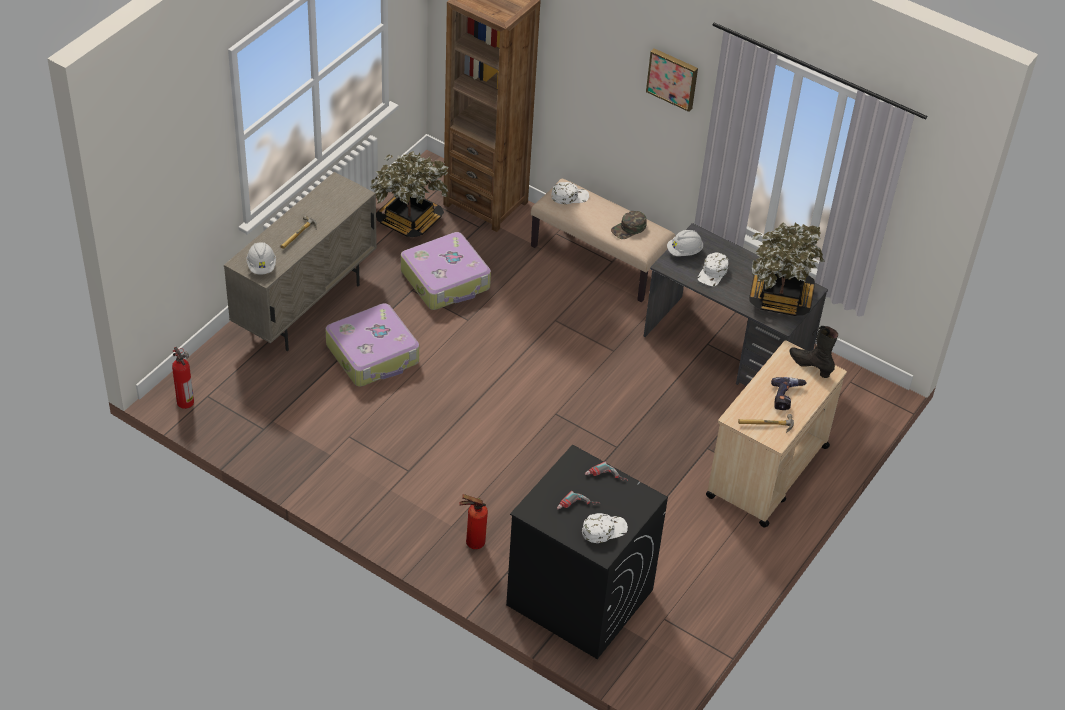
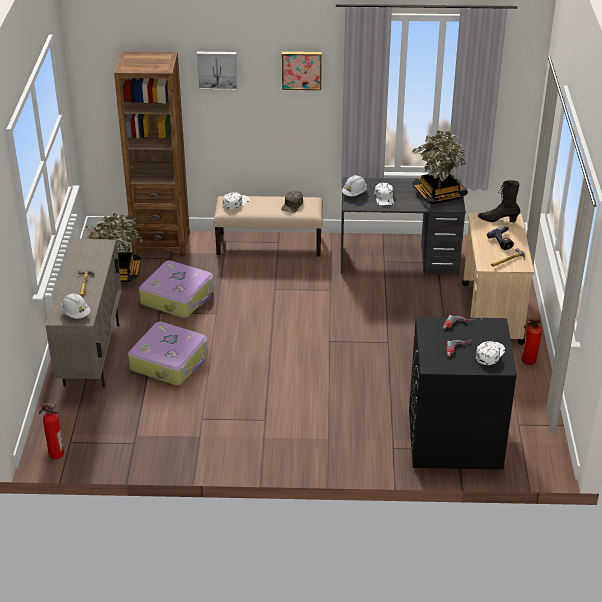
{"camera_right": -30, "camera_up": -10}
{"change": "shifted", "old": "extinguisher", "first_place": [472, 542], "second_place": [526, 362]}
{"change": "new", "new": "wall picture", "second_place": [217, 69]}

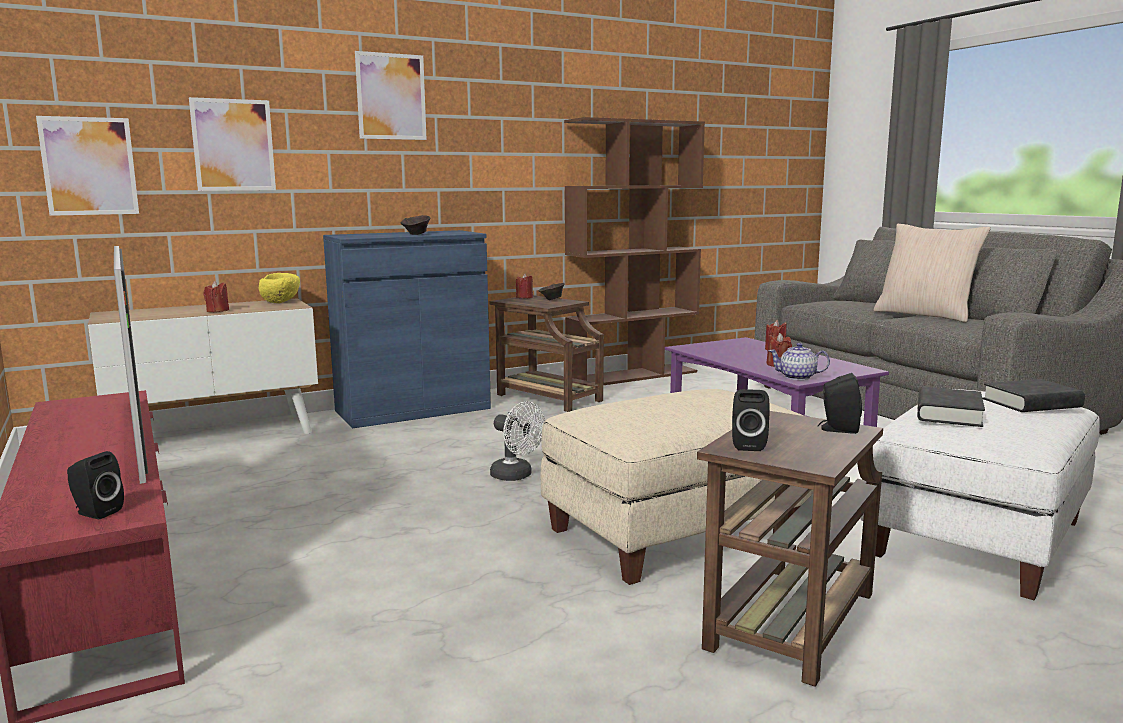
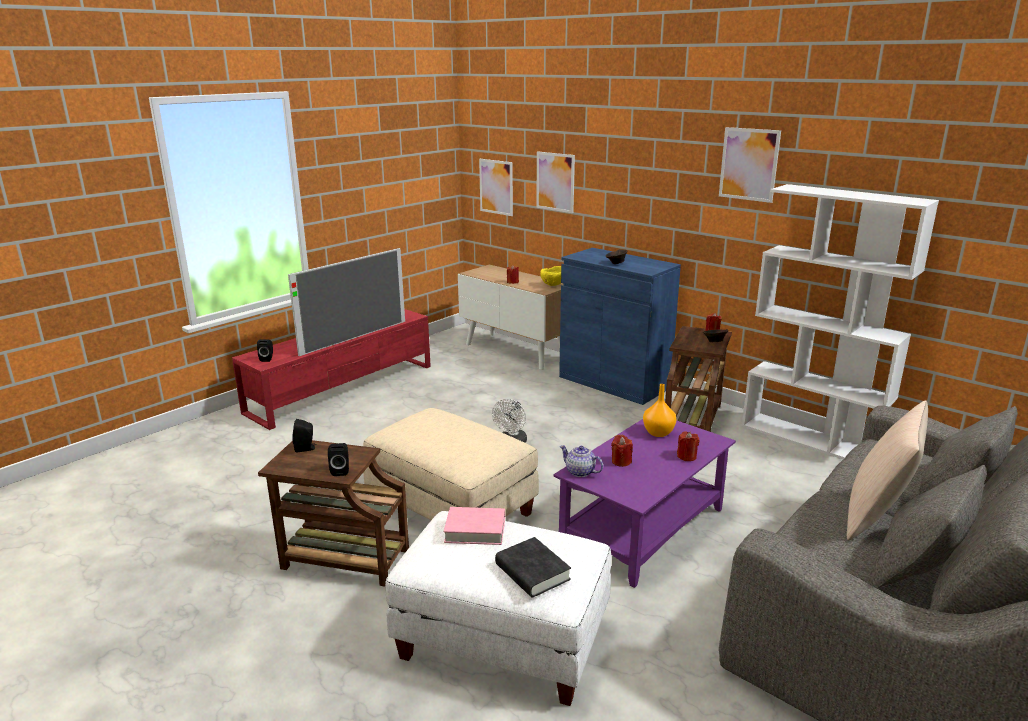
{"camera_right": 70, "camera_up": 10}
{"change": "shifted", "old": "wall picture", "first_place": [391, 96], "second_place": [749, 164]}
{"change": "repainted", "old": "brown shelving unit", "new": "white-coloured shelving unit", "first_place": [632, 375], "second_place": [812, 439]}
{"change": "rotated", "old": "teapot", "first_place": [798, 377], "second_place": [580, 472], "degrees": -45}
{"change": "repainted", "old": "black-coloured bound book", "new": "pink-coloured bound book", "first_place": [948, 414], "second_place": [475, 530]}
{"change": "new", "new": "orange flower vase", "second_place": [659, 433]}

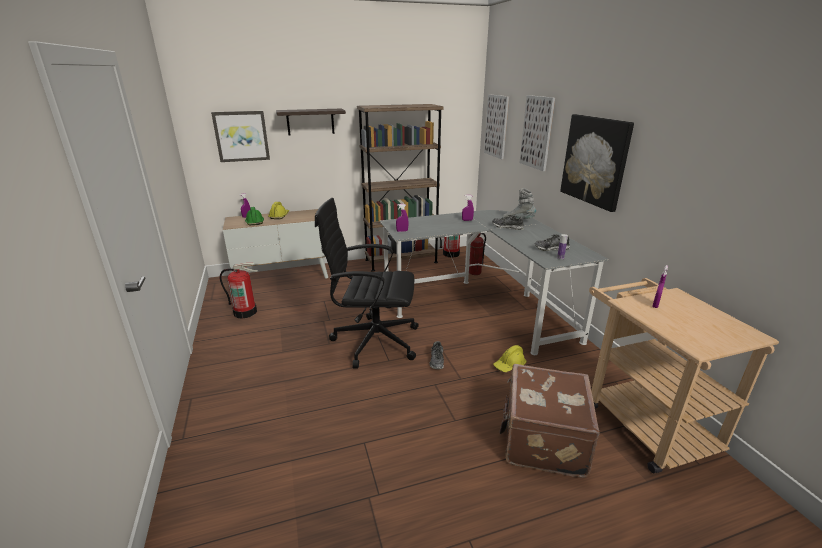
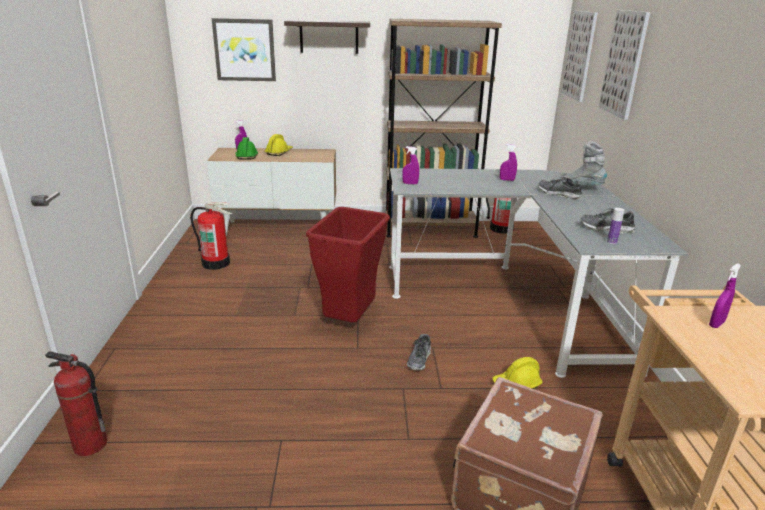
{"camera_right": 15, "camera_up": 0}
{"change": "swapped", "old": "black-coloured office chair", "new": "red waste bin", "first_place": [373, 341], "second_place": [349, 321]}
{"change": "shifted", "old": "extinguisher", "first_place": [474, 272], "second_place": [89, 445]}
{"change": "gone", "old": "wall picture", "first_place": [595, 161]}

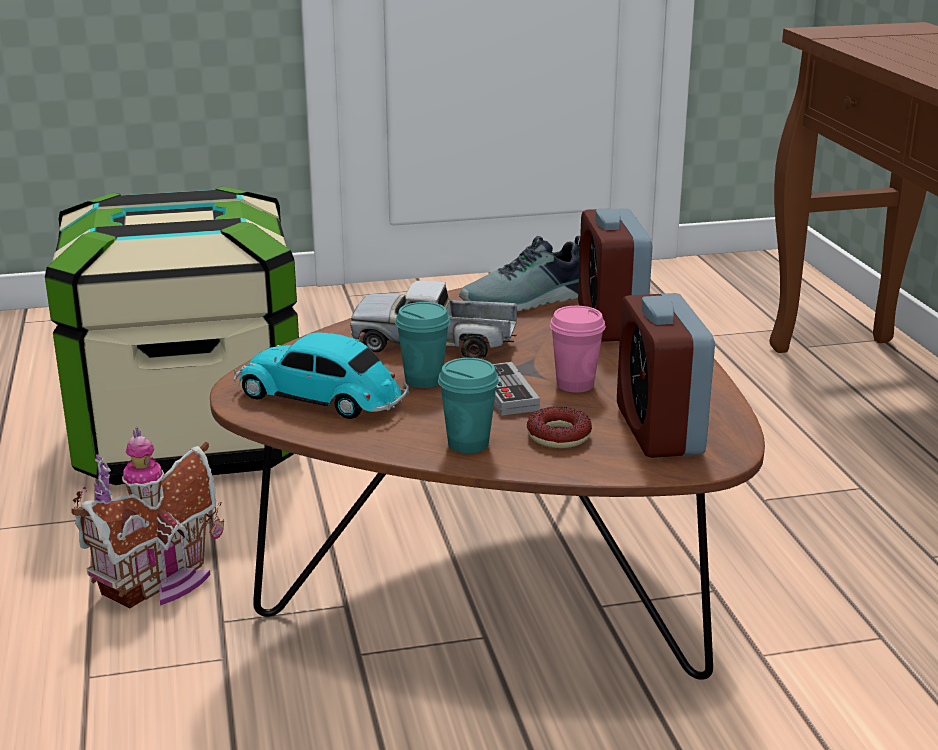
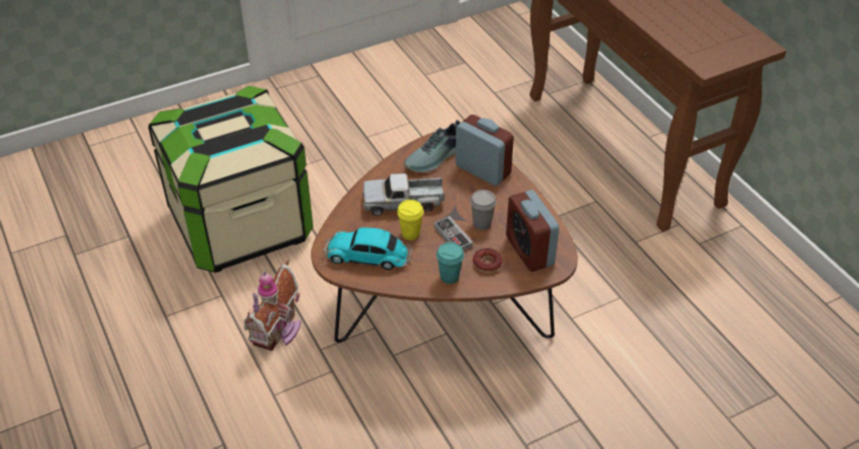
{"camera_right": -15, "camera_up": 20}
{"change": "repainted", "old": "blue-green cup", "new": "yellow cup", "first_place": [423, 380], "second_place": [410, 234]}
{"change": "repainted", "old": "pink-coloured cup", "new": "grey cup", "first_place": [575, 385], "second_place": [482, 223]}
{"change": "rotated", "old": "table clock", "first_place": [611, 323], "second_place": [483, 170], "degrees": 150}

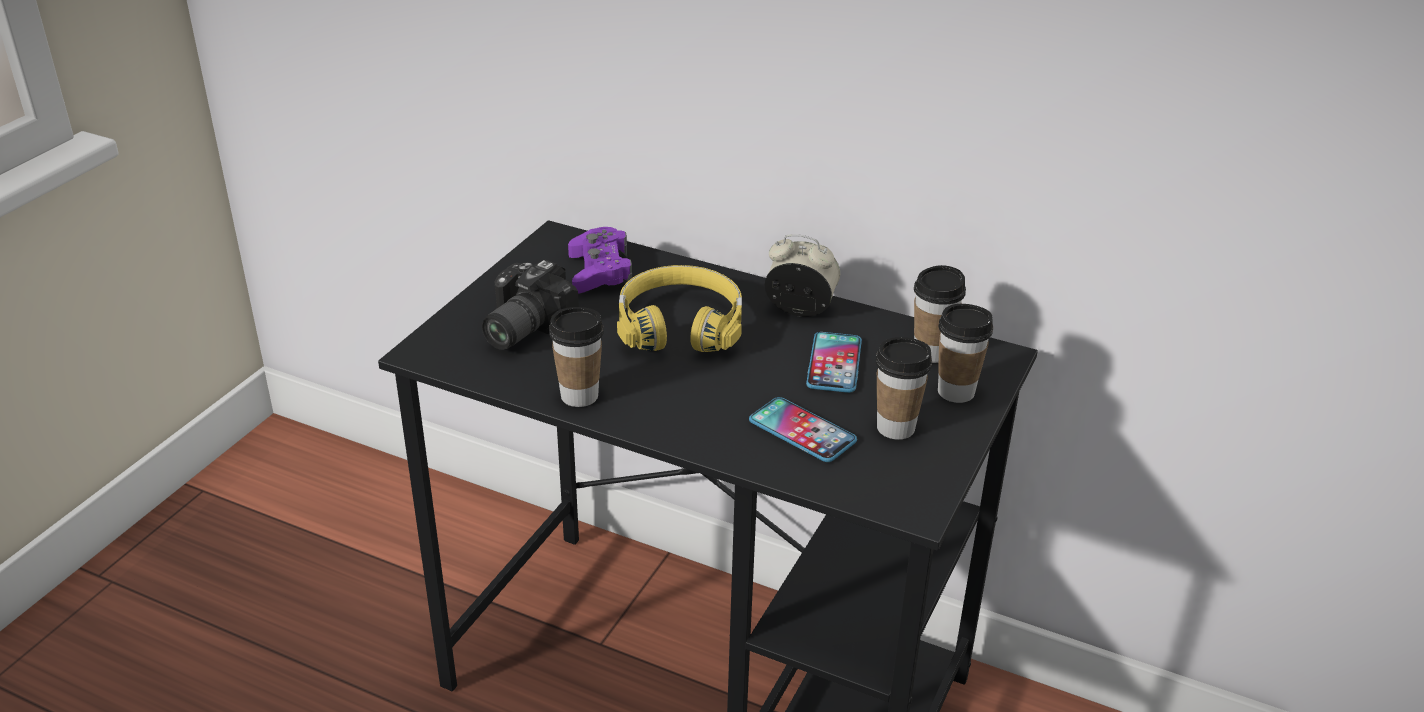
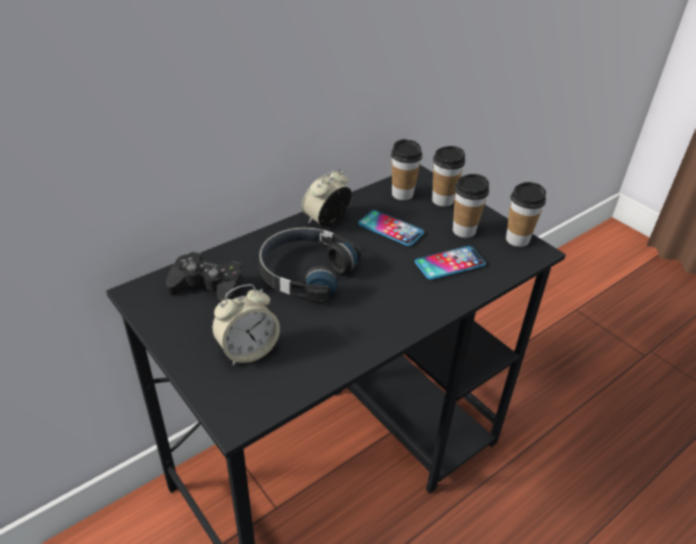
{"camera_right": -65, "camera_up": 5}
{"change": "swapped", "old": "photo camera", "new": "table clock", "first_place": [520, 328], "second_place": [247, 350]}
{"change": "shifted", "old": "cup", "first_place": [579, 396], "second_place": [517, 240]}
{"change": "repainted", "old": "purple joypad", "new": "black-coloured joypad", "first_place": [600, 272], "second_place": [207, 287]}
{"change": "repainted", "old": "yellow headset", "new": "black-coloured headset", "first_place": [680, 325], "second_place": [305, 272]}

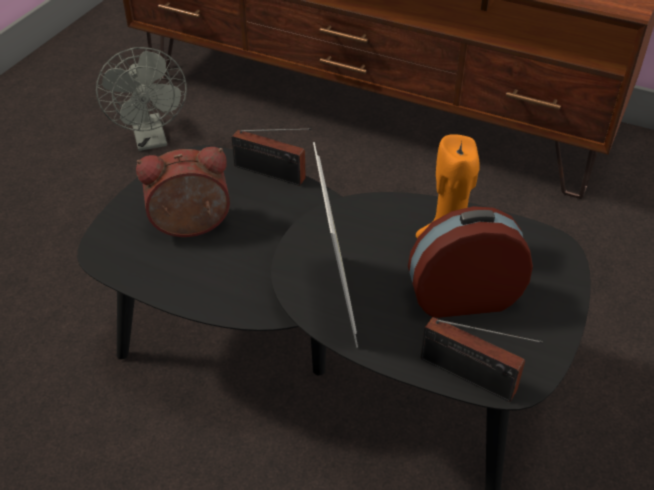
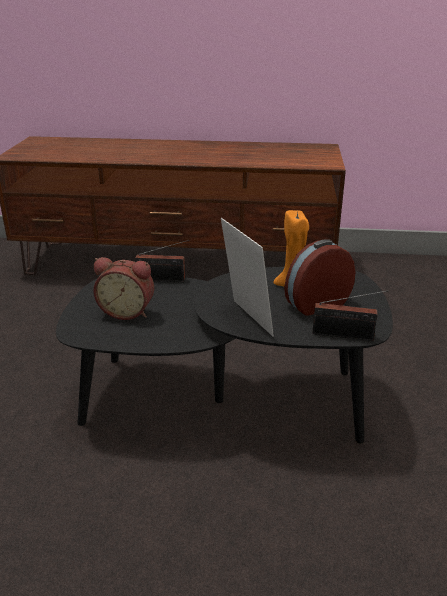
{"camera_right": -20, "camera_up": -15}
{"change": "gone", "old": "grey cooling fan", "first_place": [151, 140]}
{"change": "rotated", "old": "table clock", "first_place": [191, 227], "second_place": [127, 311], "degrees": -135}

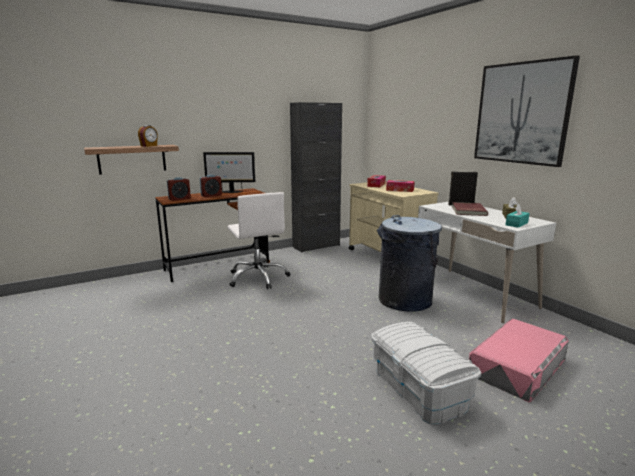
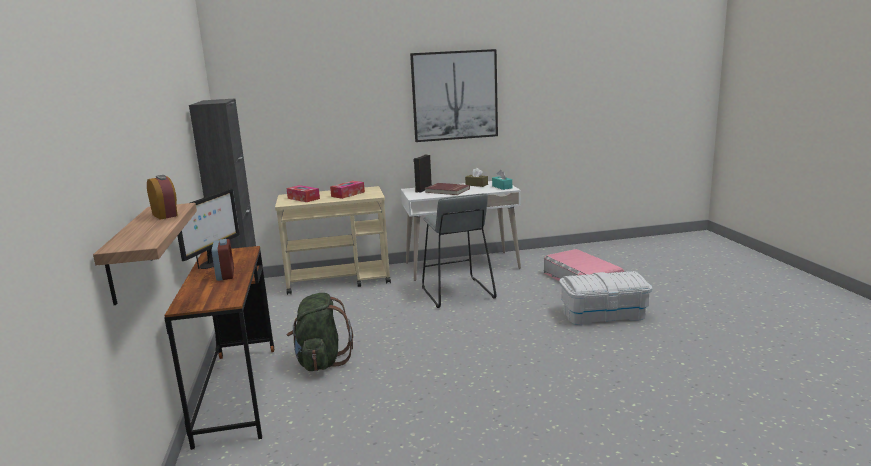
{"camera_right": -70, "camera_up": 0}
{"change": "gone", "old": "table clock", "first_place": [179, 199]}
{"change": "swapped", "old": "white-coloured office chair", "new": "greenish rucksack", "first_place": [258, 277], "second_place": [321, 362]}
{"change": "swapped", "old": "grey waste bin", "new": "grey stool", "first_place": [405, 300], "second_place": [456, 292]}

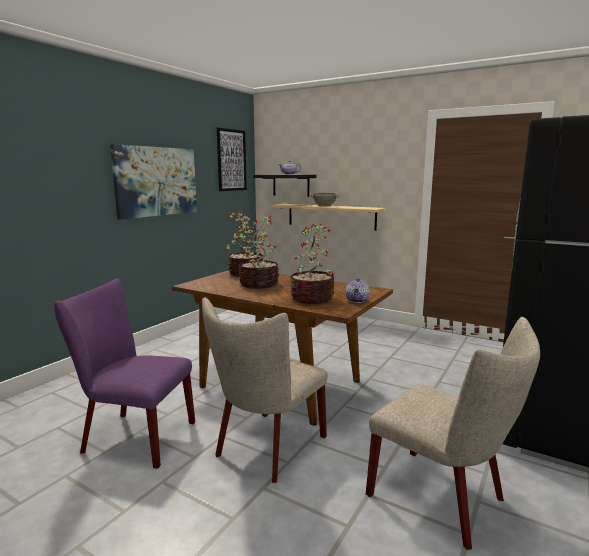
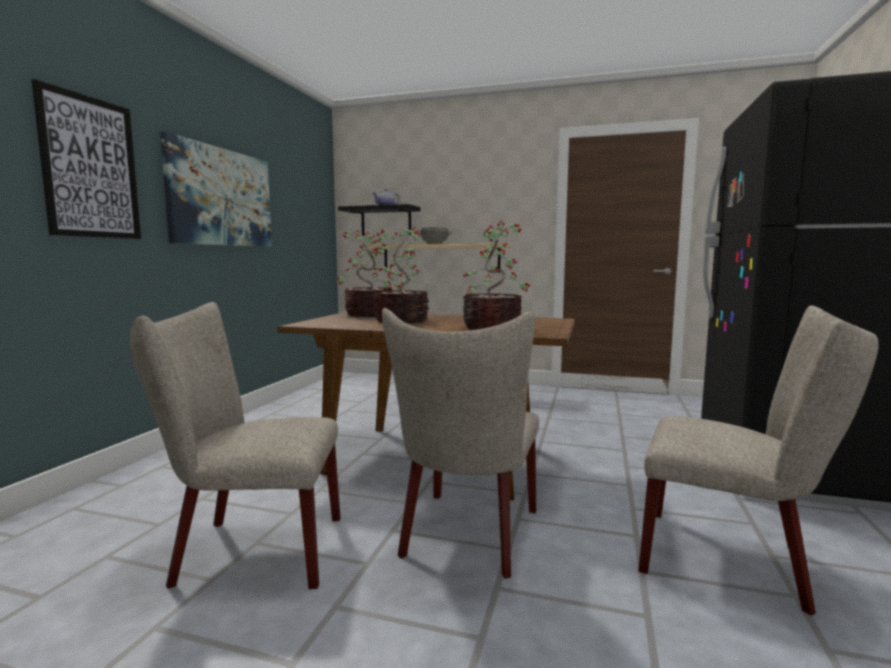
{"camera_right": -15, "camera_up": -5}
{"change": "repainted", "old": "purple upright chair", "new": "sand-coloured upright chair", "first_place": [132, 437], "second_place": [250, 551]}
{"change": "shifted", "old": "wall picture", "first_place": [231, 160], "second_place": [90, 168]}
{"change": "gone", "old": "teapot", "first_place": [357, 300]}

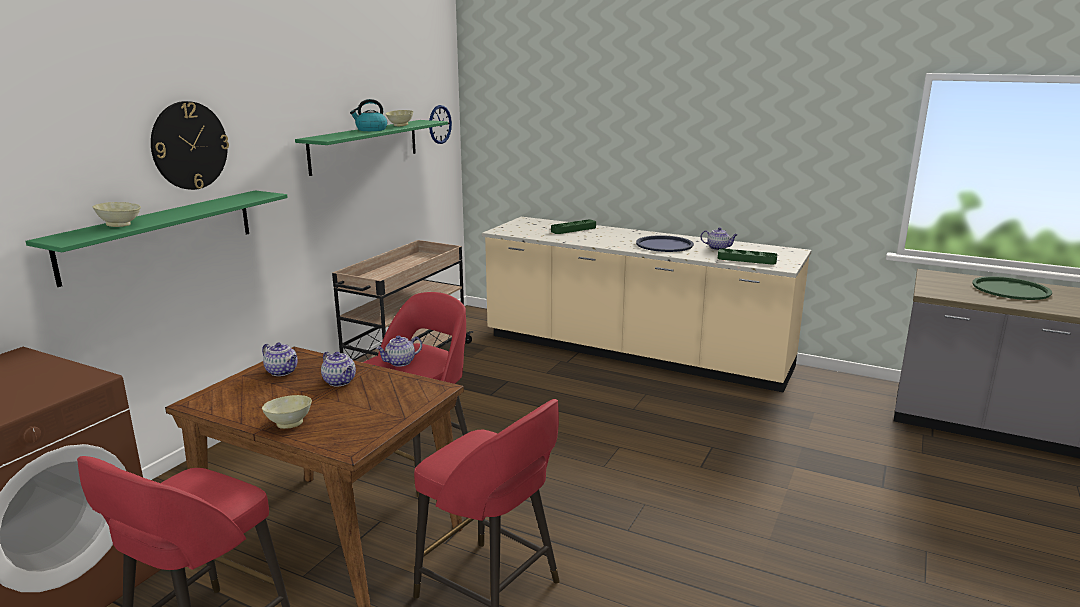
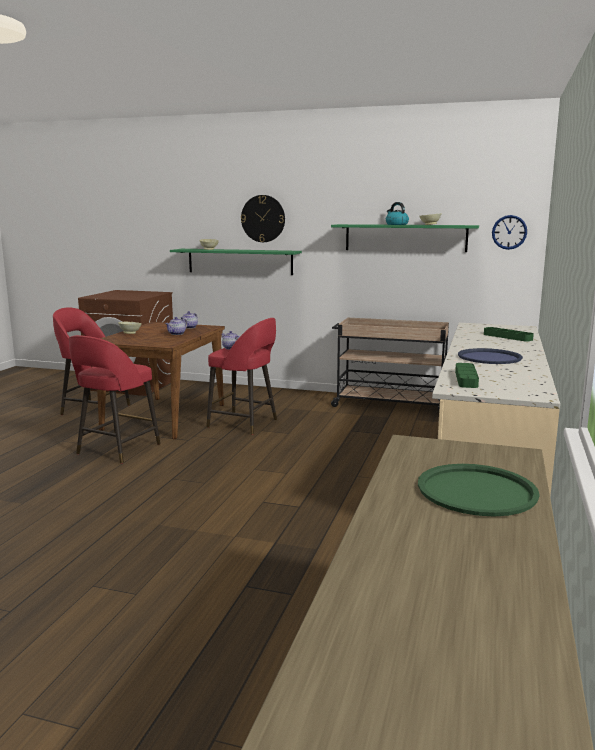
{"camera_right": 80, "camera_up": -5}
{"change": "gone", "old": "teapot", "first_place": [718, 248]}

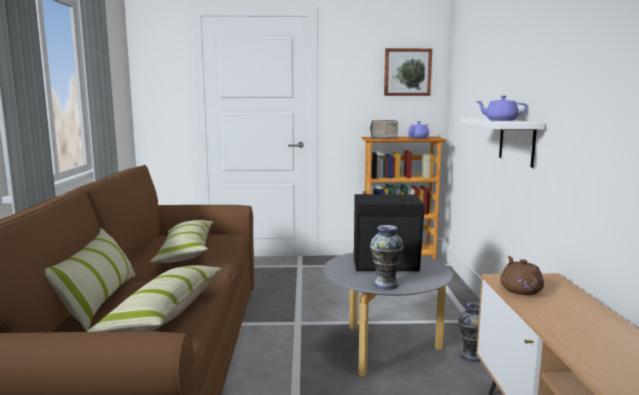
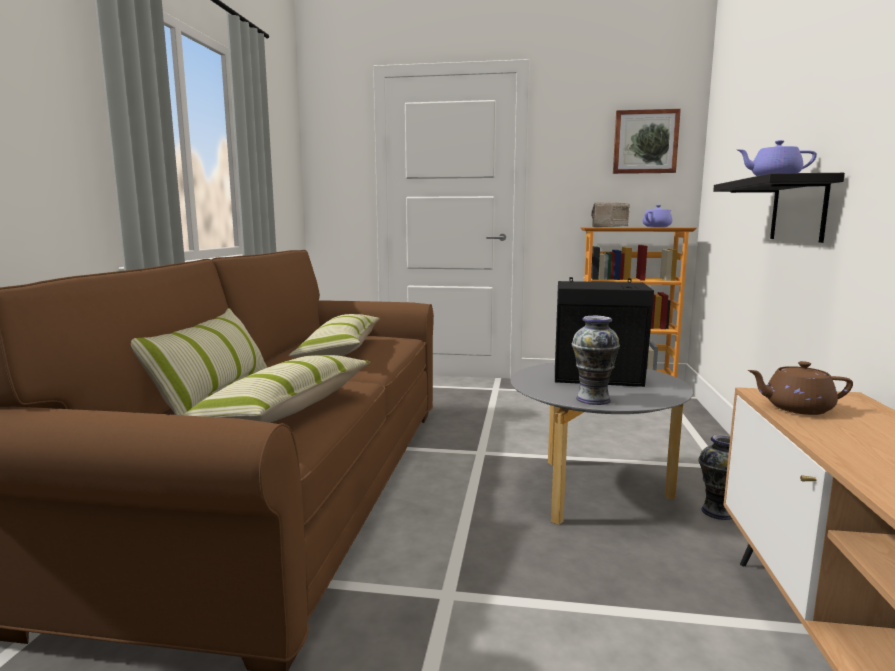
{"camera_right": 10, "camera_up": 0}
{"change": "repainted", "old": "white-coloured shelf", "new": "black-coloured shelf", "first_place": [517, 141], "second_place": [798, 210]}
{"change": "rotated", "old": "brown teapot", "first_place": [520, 289], "second_place": [796, 408], "degrees": -90}

